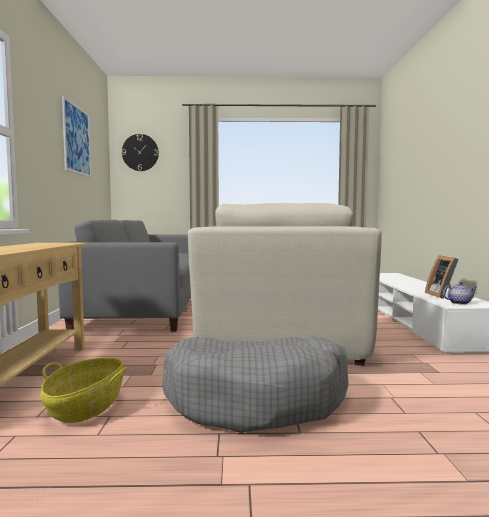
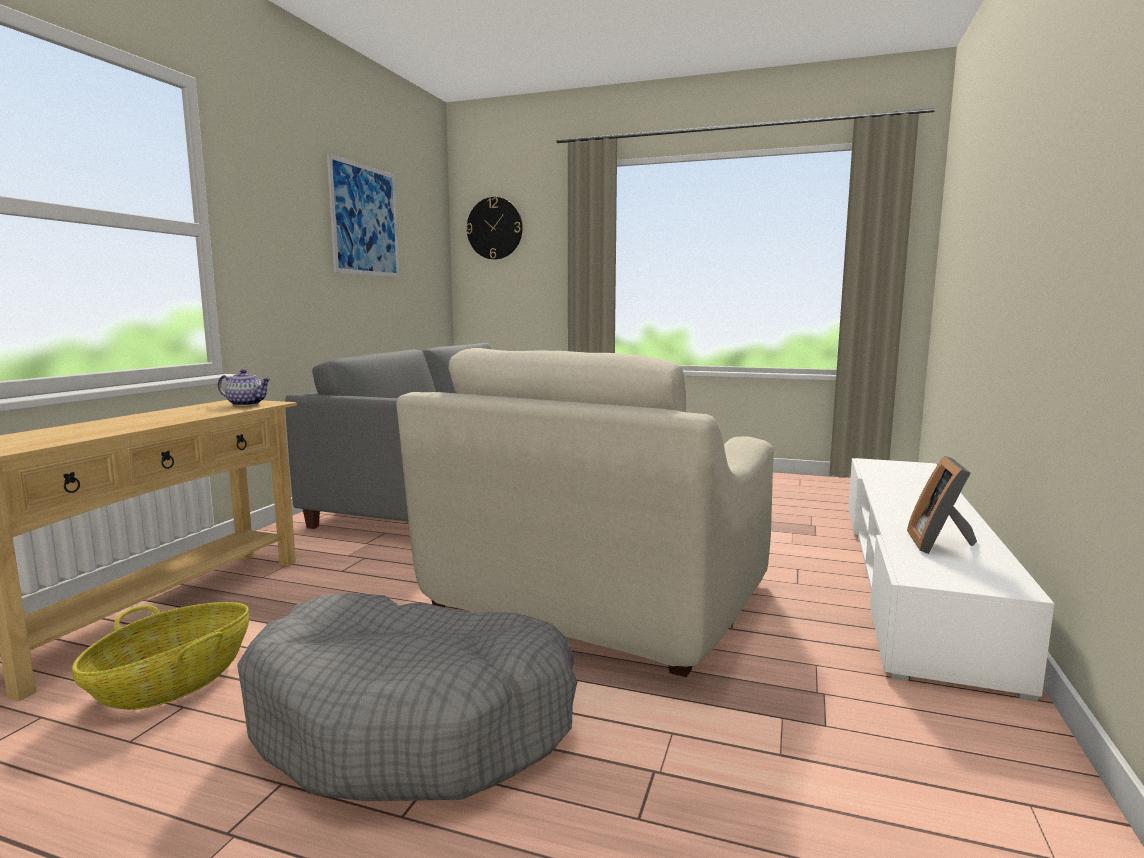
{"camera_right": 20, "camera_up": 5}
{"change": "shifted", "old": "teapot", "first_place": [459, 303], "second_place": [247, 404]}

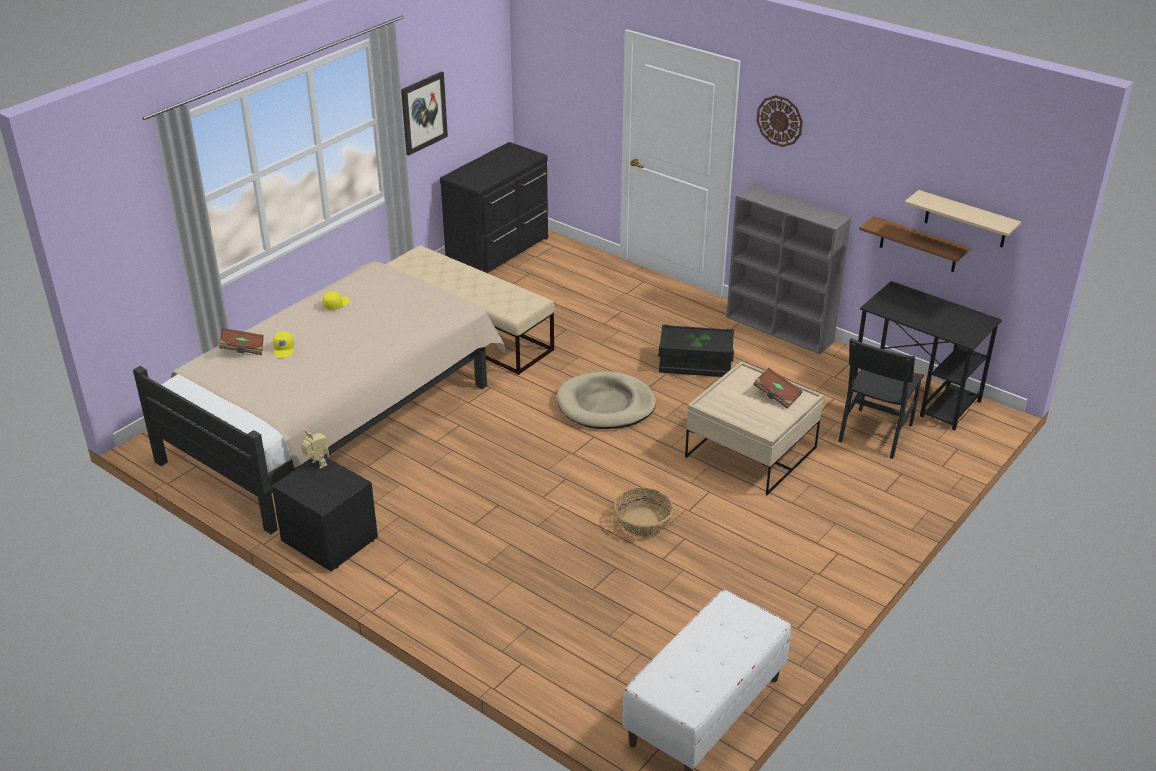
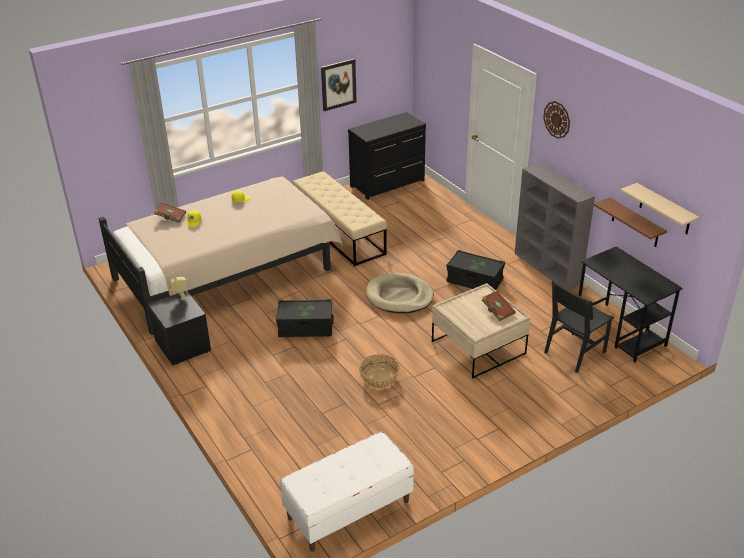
{"camera_right": 20, "camera_up": 0}
{"change": "new", "new": "black-coloured storage box", "second_place": [305, 327]}

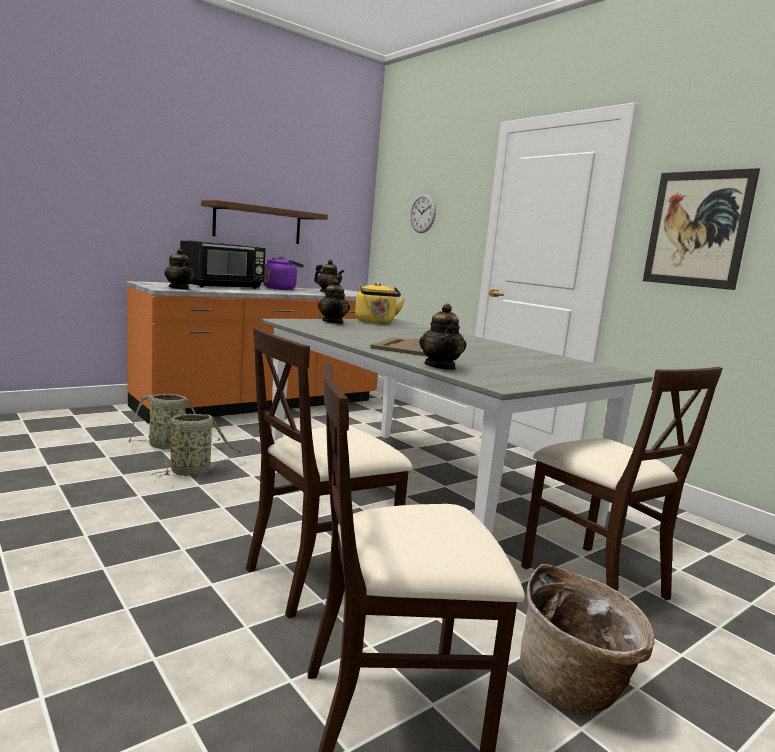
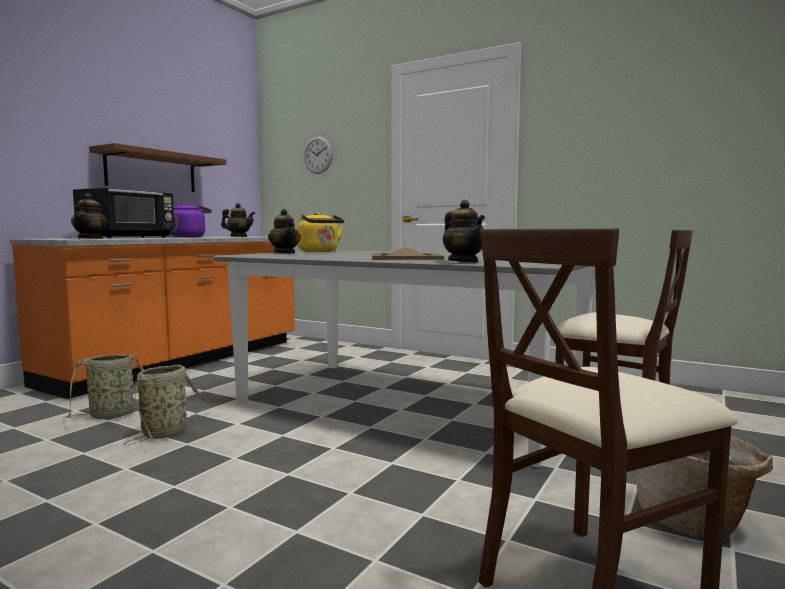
{"camera_right": -20, "camera_up": -5}
{"change": "rotated", "old": "teapot", "first_place": [179, 288], "second_place": [91, 238], "degrees": 60}
{"change": "gone", "old": "sand-coloured upright chair", "first_place": [320, 575]}
{"change": "gone", "old": "wall picture", "first_place": [697, 229]}

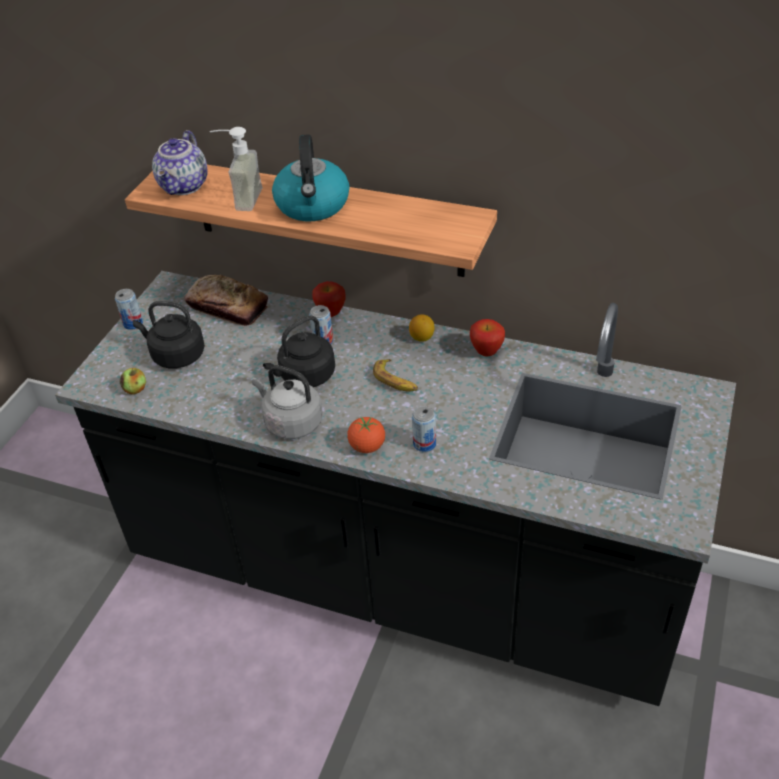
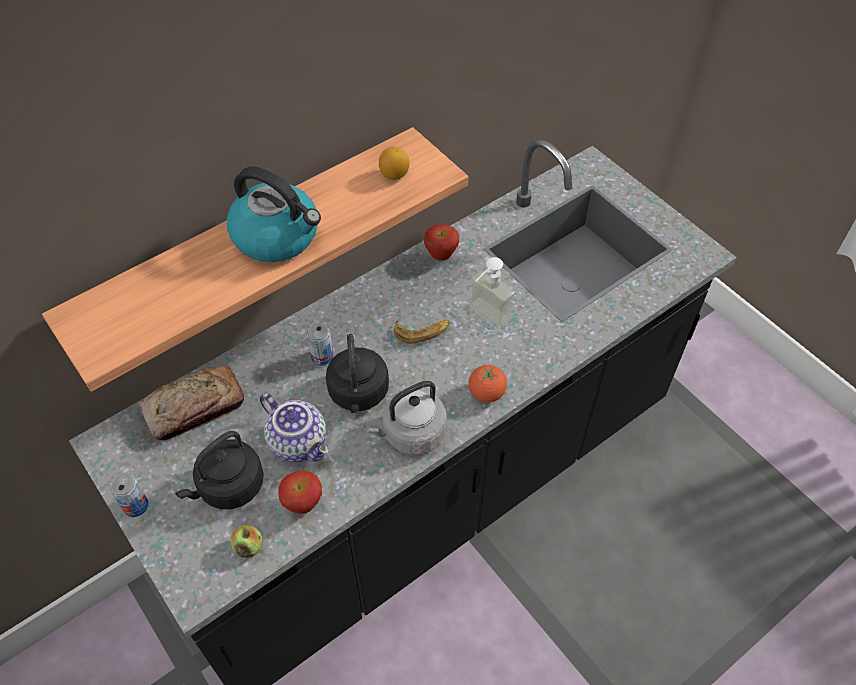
{"camera_right": -60, "camera_up": 10}
{"change": "shifted", "old": "teapot", "first_place": [185, 186], "second_place": [300, 442]}
{"change": "shifted", "old": "liquid soap bottle", "first_place": [240, 199], "second_place": [484, 318]}
{"change": "shifted", "old": "whole apple", "first_place": [331, 313], "second_place": [303, 504]}
{"change": "shifted", "old": "lemon", "first_place": [422, 338], "second_place": [394, 175]}
{"change": "gone", "old": "sealed can", "first_place": [424, 444]}

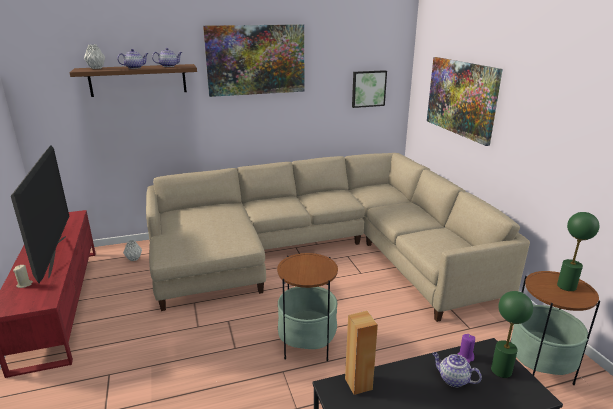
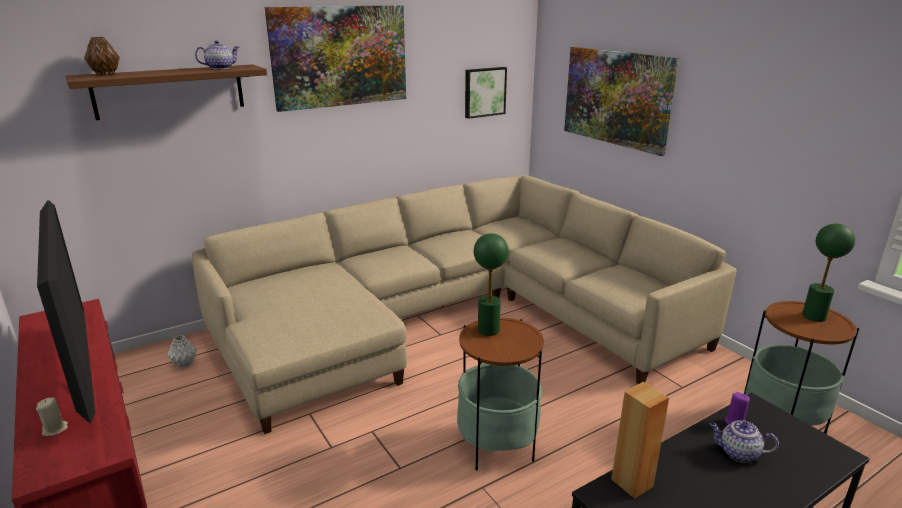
{"camera_right": -15, "camera_up": 0}
{"change": "repainted", "old": "grey flower vase", "new": "brown flower vase", "first_place": [96, 68], "second_place": [105, 74]}
{"change": "gone", "old": "teapot", "first_place": [135, 67]}
{"change": "shifted", "old": "greenish lamp for a table", "first_place": [501, 371], "second_place": [489, 330]}

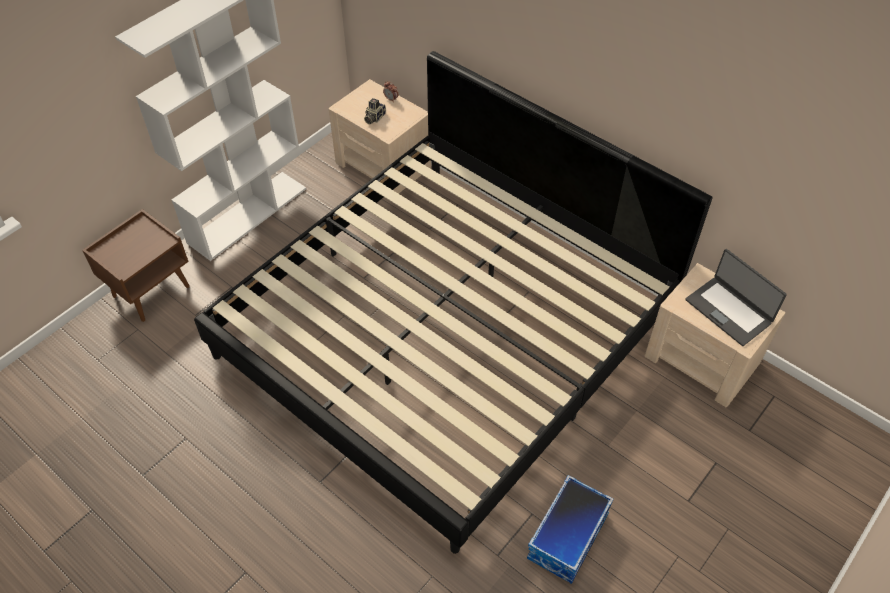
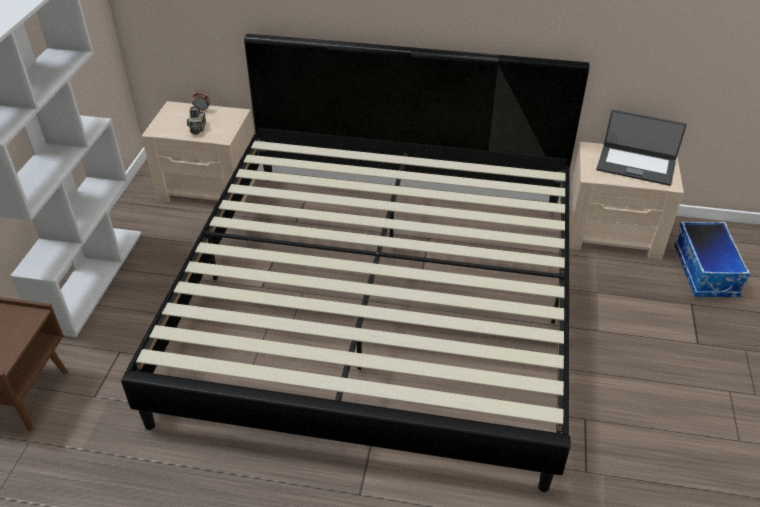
{"camera_right": -30, "camera_up": -10}
{"change": "shifted", "old": "storage box", "first_place": [568, 537], "second_place": [706, 272]}

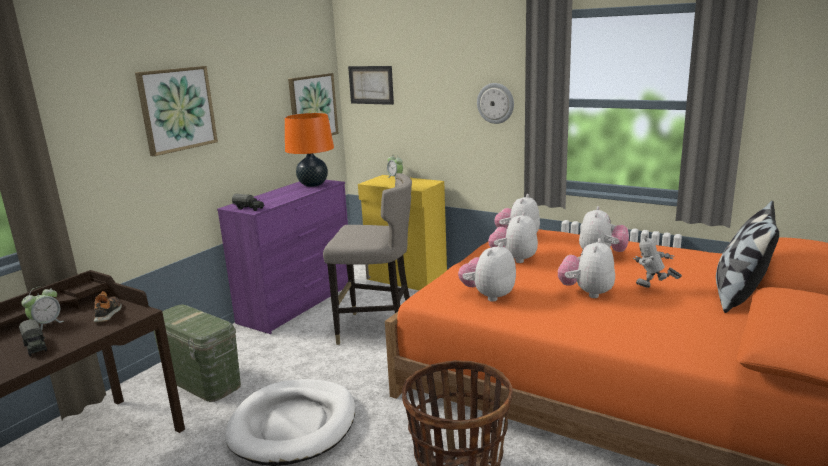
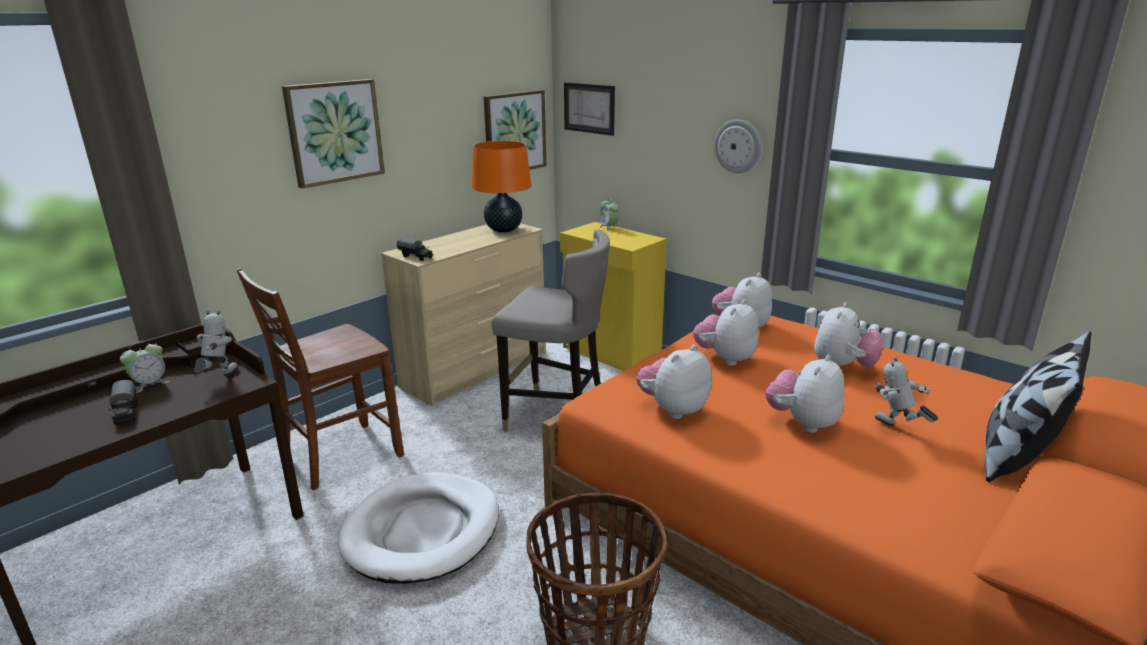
{"camera_right": 10, "camera_up": 5}
{"change": "swapped", "old": "low shoe", "new": "model robot", "first_place": [108, 313], "second_place": [219, 378]}
{"change": "swapped", "old": "greenish storage box", "new": "brown upright chair", "first_place": [202, 381], "second_place": [339, 457]}
{"change": "repainted", "old": "purple chest of drawers", "new": "sand-coloured chest of drawers", "first_place": [298, 304], "second_place": [475, 370]}

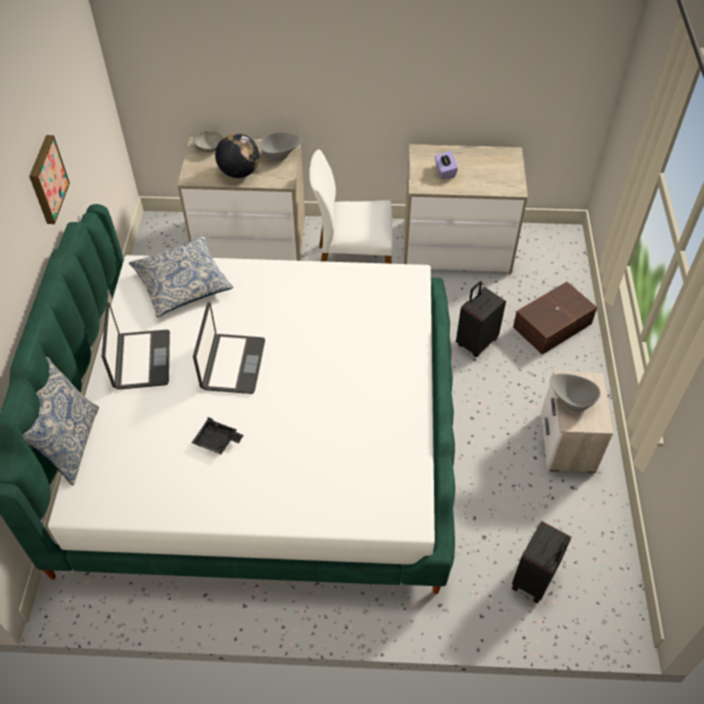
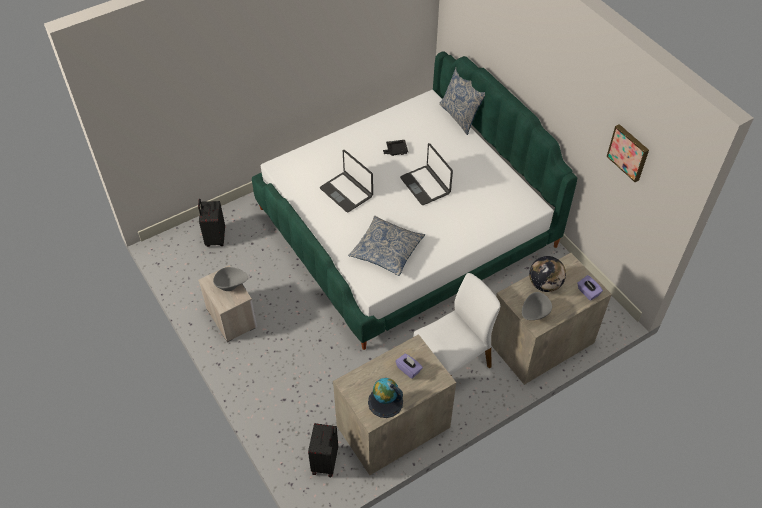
{"camera_right": 145, "camera_up": 0}
{"change": "shifted", "old": "wall picture", "first_place": [46, 179], "second_place": [629, 152]}
{"change": "shifted", "old": "notebook computer", "first_place": [141, 360], "second_place": [347, 192]}
{"change": "shifted", "old": "pillow", "first_place": [183, 283], "second_place": [386, 250]}
{"change": "swapped", "old": "grey deep dish", "new": "purple box of tissues", "first_place": [209, 147], "second_place": [588, 292]}
{"change": "shifted", "old": "black-coloured piece of luggage", "first_place": [476, 342], "second_place": [326, 462]}
{"change": "gone", "old": "brown storage box", "first_place": [551, 325]}
{"change": "new", "new": "world globe", "second_place": [385, 402]}

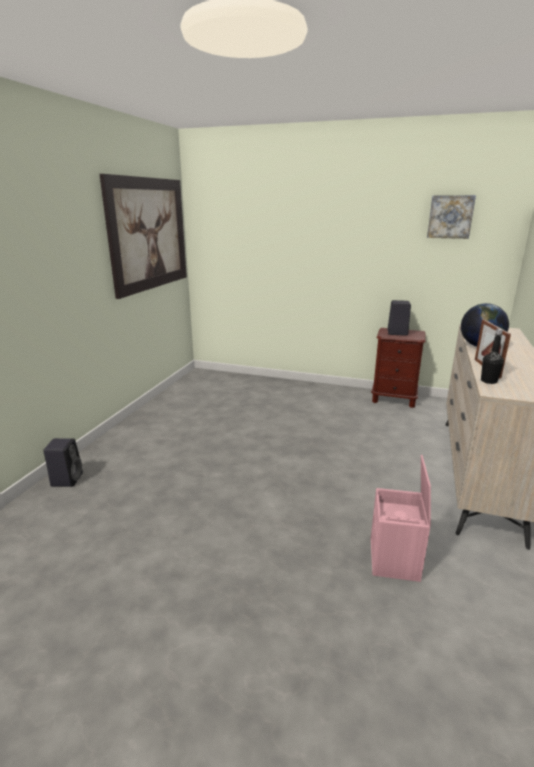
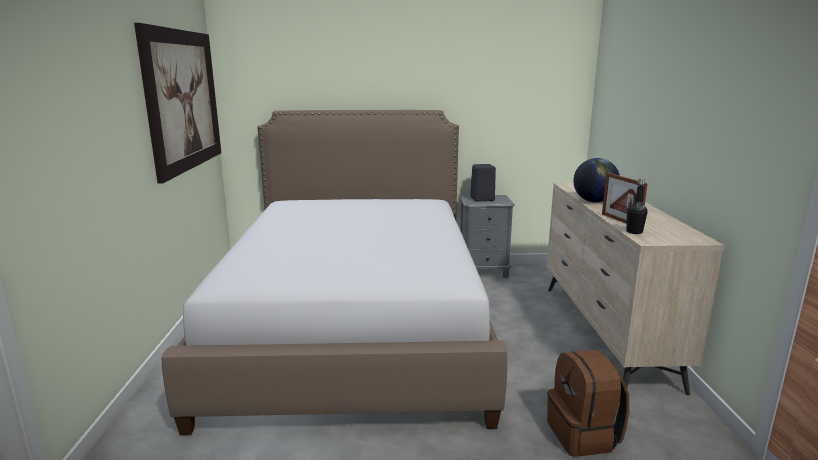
{"camera_right": -20, "camera_up": -5}
{"change": "gone", "old": "black-coloured speaker", "first_place": [67, 479]}
{"change": "repainted", "old": "brown night table", "new": "grey night table", "first_place": [394, 399], "second_place": [483, 271]}
{"change": "swapped", "old": "pink-coloured storage box", "new": "brown rucksack", "first_place": [395, 560], "second_place": [584, 435]}
{"change": "gone", "old": "wall picture", "first_place": [450, 217]}
{"change": "new", "new": "bedroom bed", "second_place": [355, 326]}

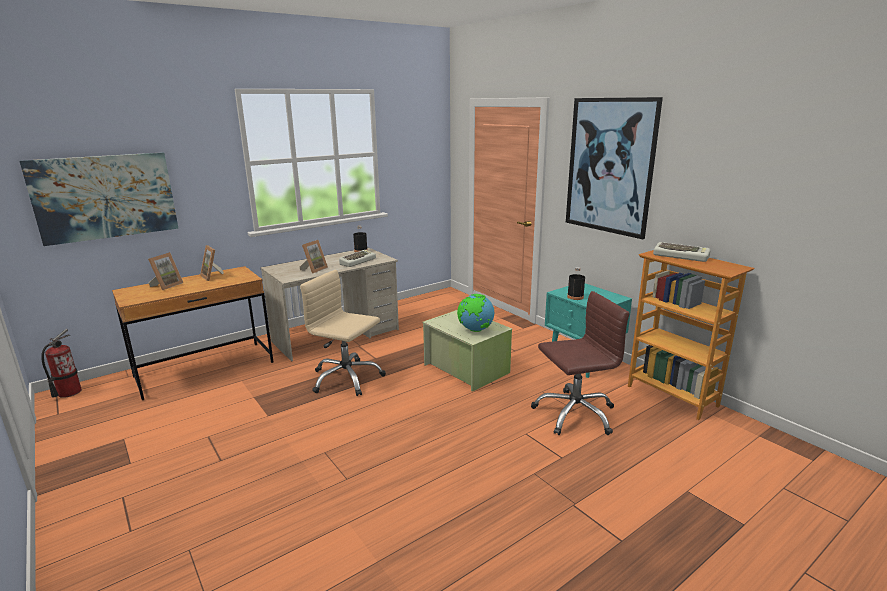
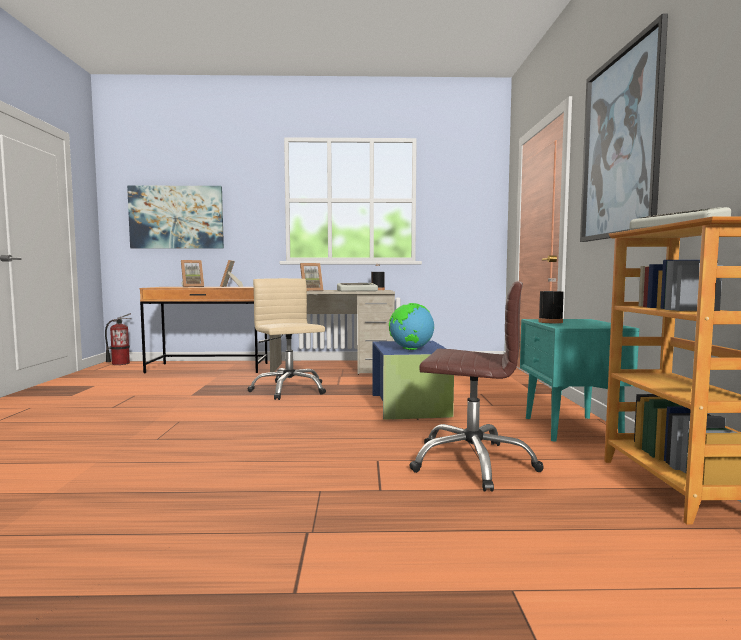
{"camera_right": 35, "camera_up": -15}
{"change": "repainted", "old": "greenish storage box", "new": "bluish storage box", "first_place": [467, 368], "second_place": [411, 405]}

